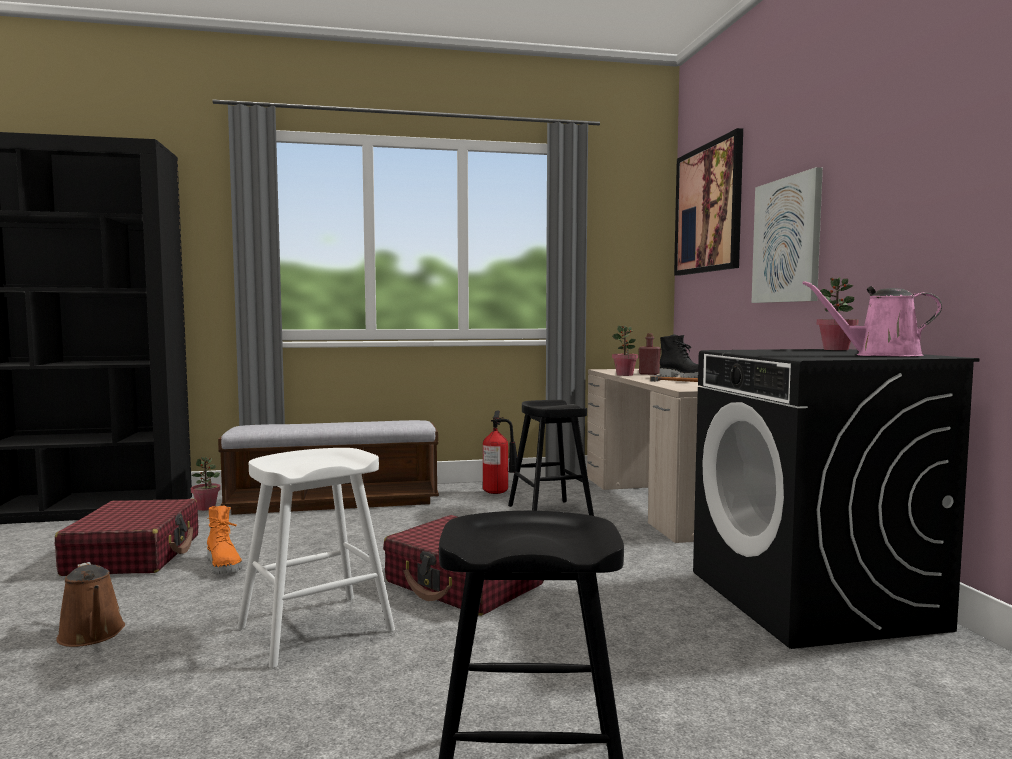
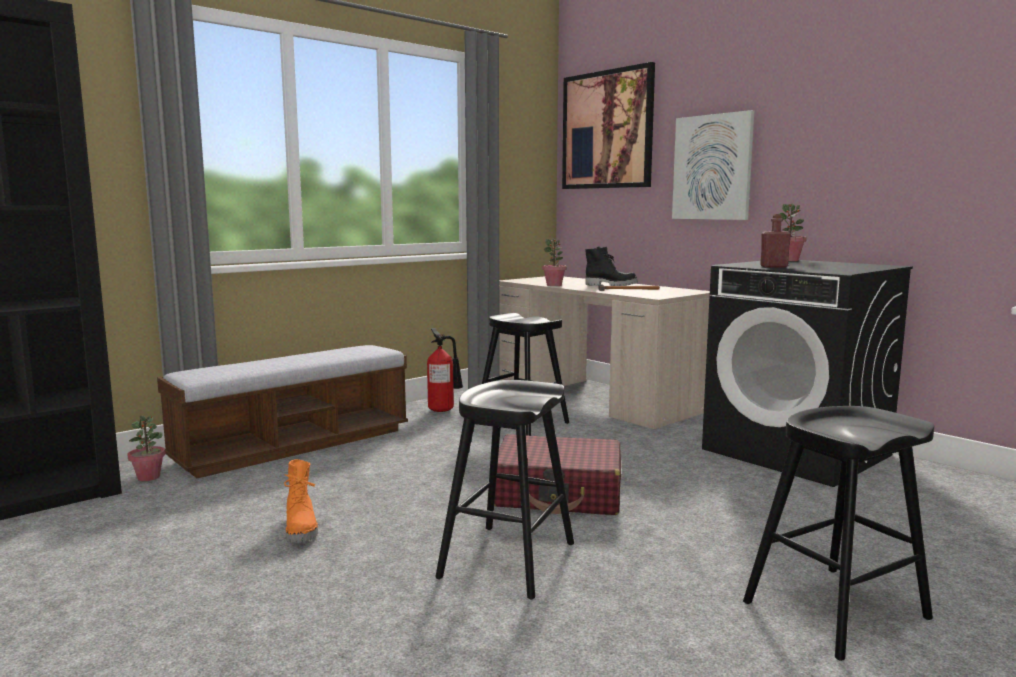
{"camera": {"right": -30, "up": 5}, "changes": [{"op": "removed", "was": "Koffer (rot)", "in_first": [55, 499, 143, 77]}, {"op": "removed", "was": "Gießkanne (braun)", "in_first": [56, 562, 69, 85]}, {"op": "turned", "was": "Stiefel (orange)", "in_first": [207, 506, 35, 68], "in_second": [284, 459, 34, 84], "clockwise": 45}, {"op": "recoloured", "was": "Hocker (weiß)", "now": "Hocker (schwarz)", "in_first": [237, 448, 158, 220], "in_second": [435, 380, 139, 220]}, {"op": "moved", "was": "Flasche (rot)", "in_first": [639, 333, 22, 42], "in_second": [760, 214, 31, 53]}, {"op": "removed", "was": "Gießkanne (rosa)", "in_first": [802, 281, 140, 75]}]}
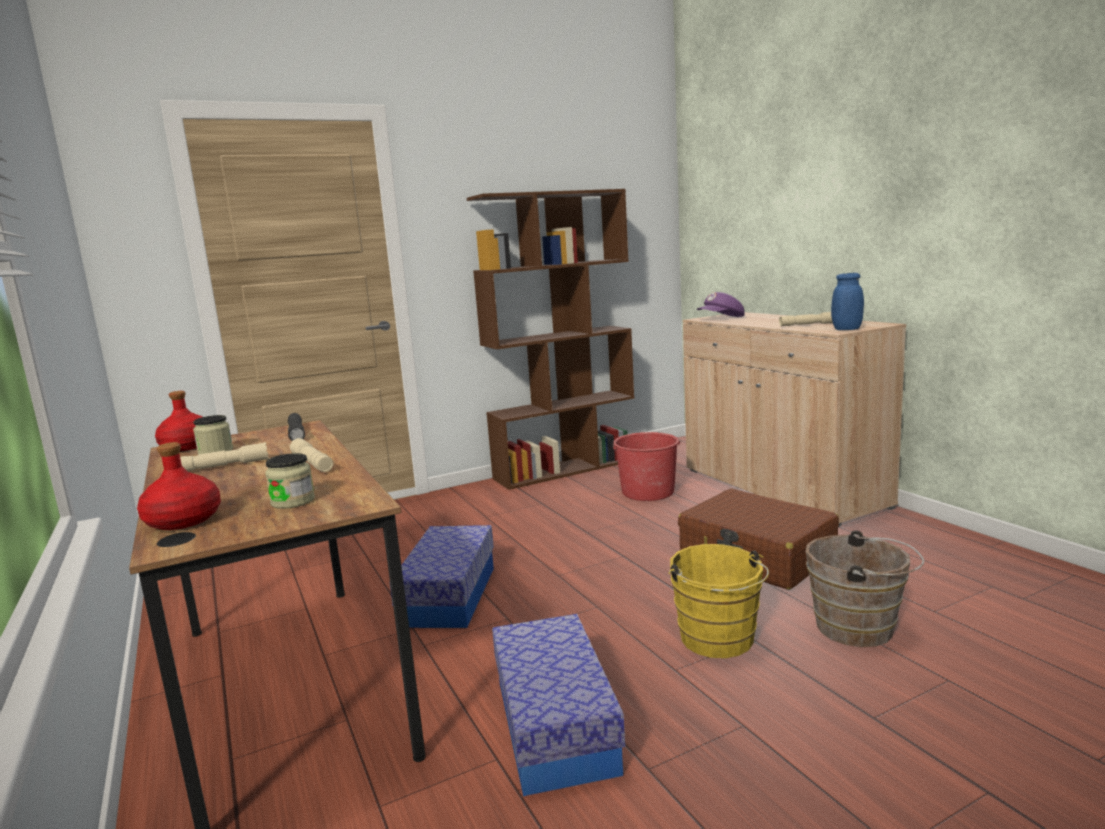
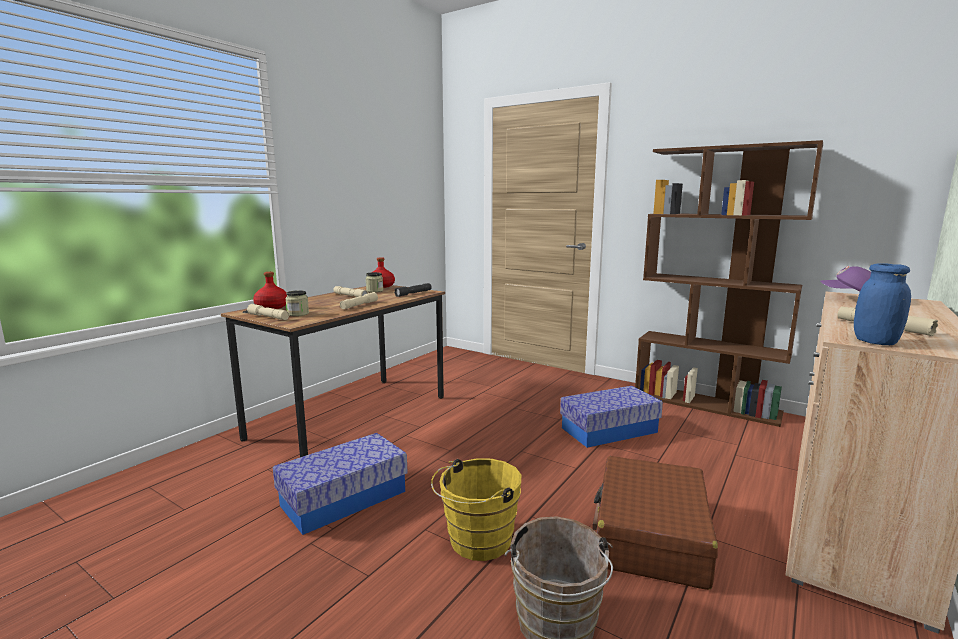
{"camera": {"right": 60, "up": 0}, "changes": [{"op": "moved", "was": "Aufbewahrungsbox", "in_first": [390, 525, 104, 103], "in_second": [560, 386, 103, 62]}, {"op": "removed", "was": "Eimer (rot)", "in_first": [611, 432, 69, 69]}, {"op": "added", "now": "Taschenlampe (beige)", "in_second": [247, 304, 42, 16]}]}
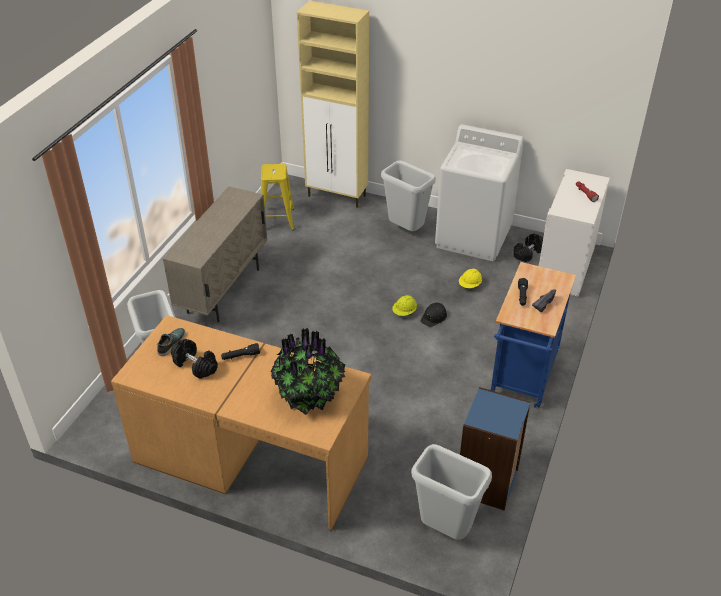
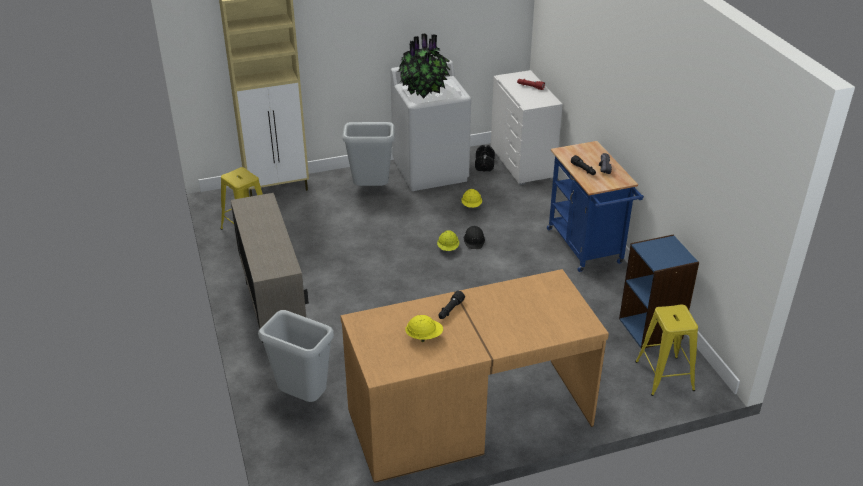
{"camera": {"right": -40, "up": -5}, "changes": [{"op": "removed", "was": "Schuh", "in_first": [157, 328, 28, 28]}, {"op": "replaced", "was": "Hantel (schwarz)", "now": "Schutzhelm (gelb)", "in_first": [171, 339, 47, 40], "in_second": [405, 315, 38, 27]}, {"op": "moved", "was": "Topfpflanze", "in_first": [271, 328, 74, 87], "in_second": [398, 33, 52, 65]}, {"op": "replaced", "was": "Mülleimer (grau)", "now": "Hocker (gelb)", "in_first": [411, 444, 81, 96], "in_second": [635, 305, 63, 91]}]}
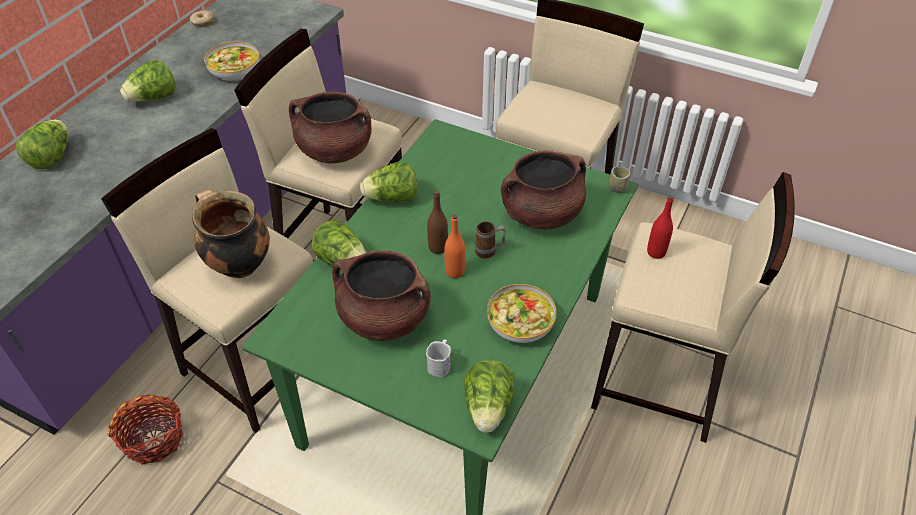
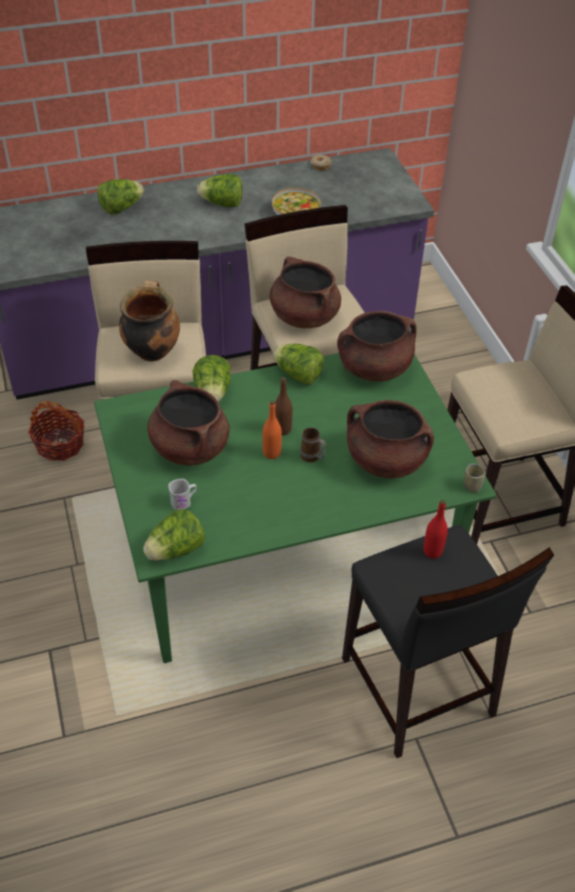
{"camera": {"right": 45, "up": 0}, "changes": [{"op": "removed", "was": "Schüssel", "in_first": [487, 284, 70, 59]}, {"op": "recoloured", "was": "Hocker (beige)", "now": "Hocker (schwarz)", "in_first": [591, 172, 204, 271], "in_second": [342, 525, 212, 233]}, {"op": "added", "now": "Kochtopf (braun)", "in_second": [337, 311, 80, 71]}]}
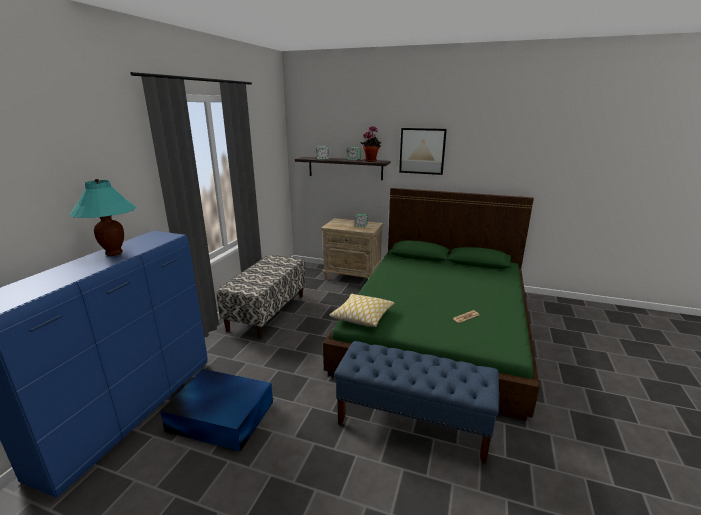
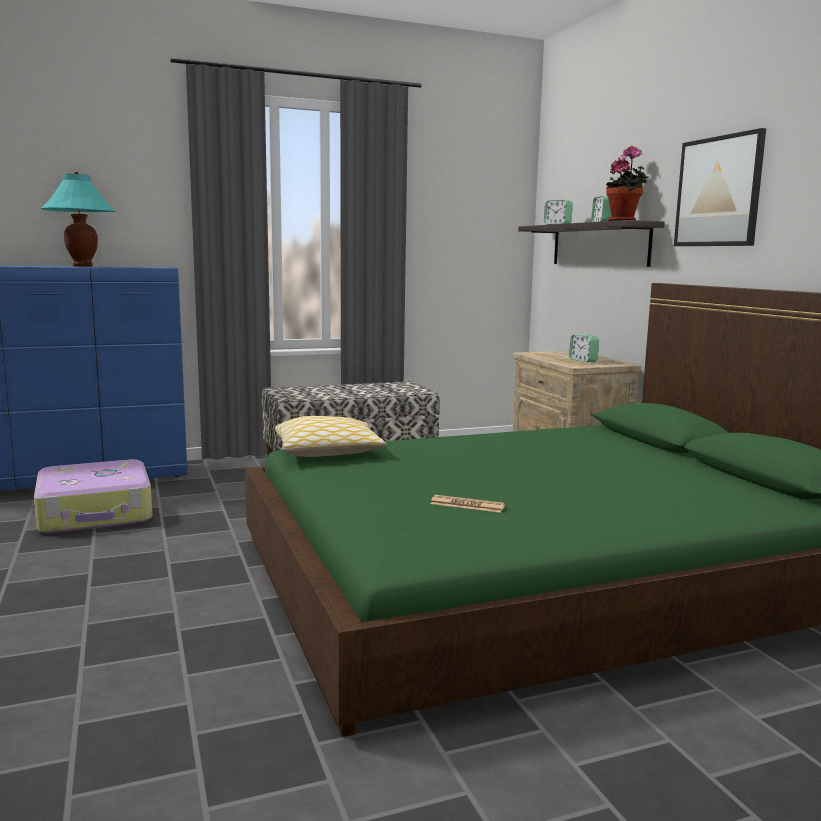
{"camera": {"right": 50, "up": -10}, "changes": [{"op": "replaced", "was": "Aufbewahrungsbox (blau)", "now": "Koffer", "in_first": [160, 369, 113, 82], "in_second": [34, 459, 118, 74]}, {"op": "removed", "was": "Bank (blau)", "in_first": [334, 341, 165, 123]}]}
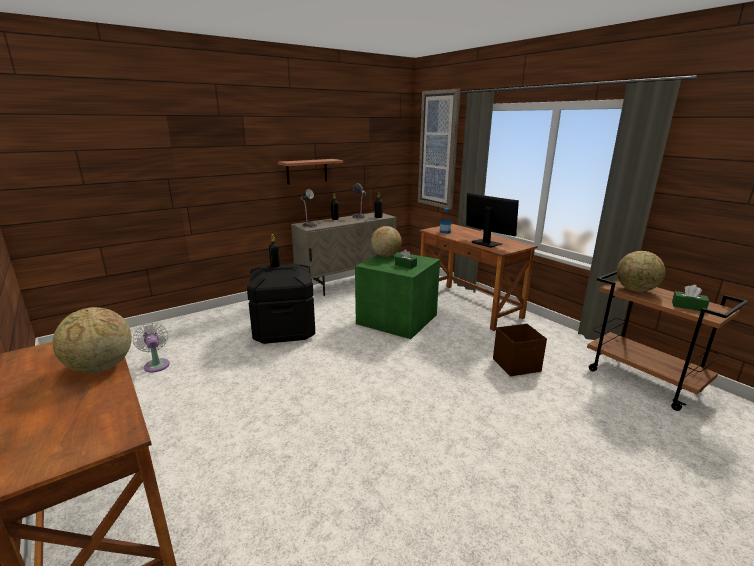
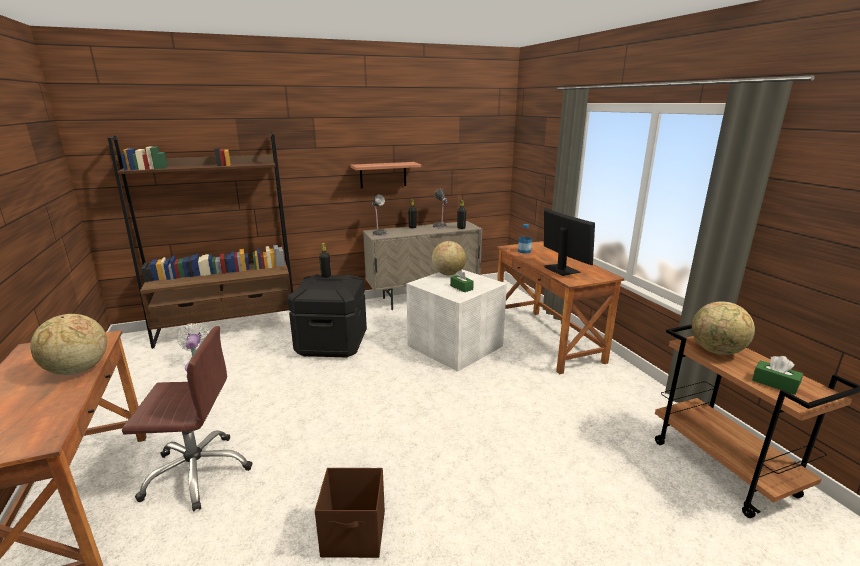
{"camera": {"right": 15, "up": 0}, "changes": [{"op": "recoloured", "was": "Aufbewahrungsbox (grün)", "now": "Aufbewahrungsbox (weiß)", "in_first": [355, 252, 85, 87], "in_second": [406, 270, 101, 102]}, {"op": "removed", "was": "Bild", "in_first": [418, 89, 43, 120]}, {"op": "moved", "was": "Aufbewahrungsbox (braun)", "in_first": [493, 324, 54, 52], "in_second": [315, 468, 70, 90]}, {"op": "added", "now": "Bücherregal (braun)", "in_second": [108, 133, 185, 216]}, {"op": "added", "now": "Bürostuhl (braun)", "in_second": [122, 326, 130, 186]}]}
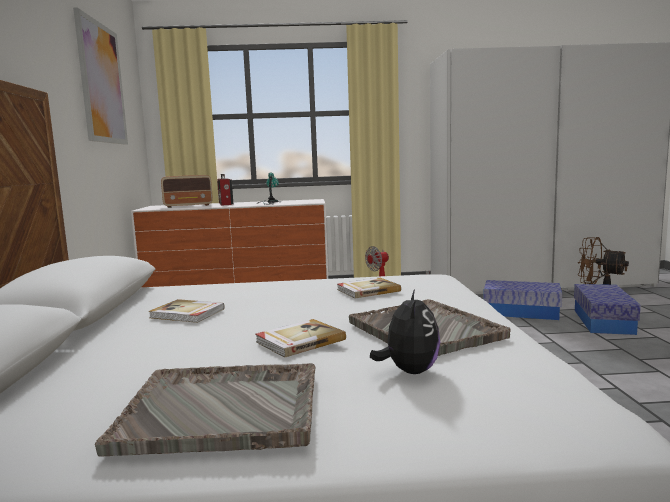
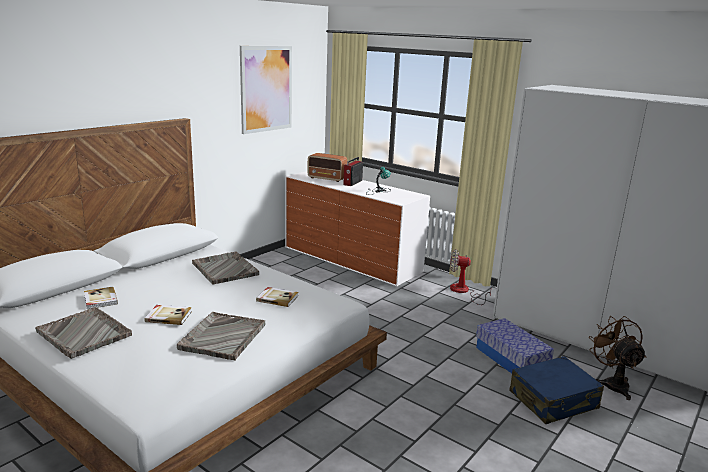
{"camera": {"right": 40, "up": 10}, "changes": [{"op": "moved", "was": "Buch", "in_first": [148, 299, 77, 24], "in_second": [84, 287, 34, 22]}, {"op": "removed", "was": "Plüschtier", "in_first": [370, 289, 70, 85]}, {"op": "replaced", "was": "Aufbewahrungsbox", "now": "Koffer (blau)", "in_first": [574, 284, 67, 51], "in_second": [509, 356, 95, 68]}, {"op": "added", "now": "Tablett (grau)", "in_second": [192, 252, 67, 32]}]}
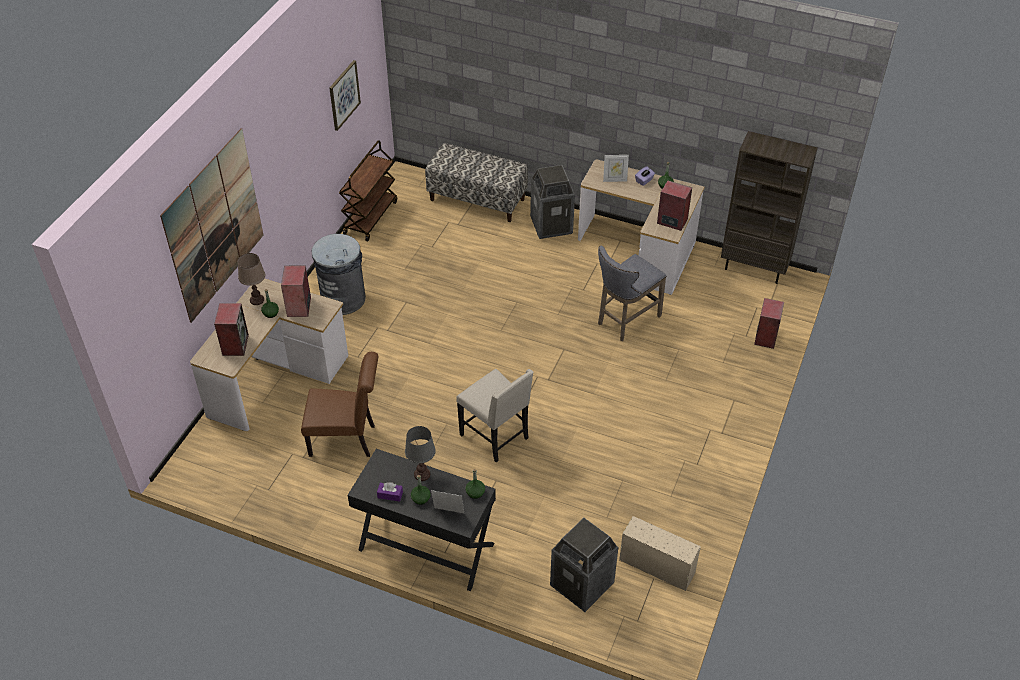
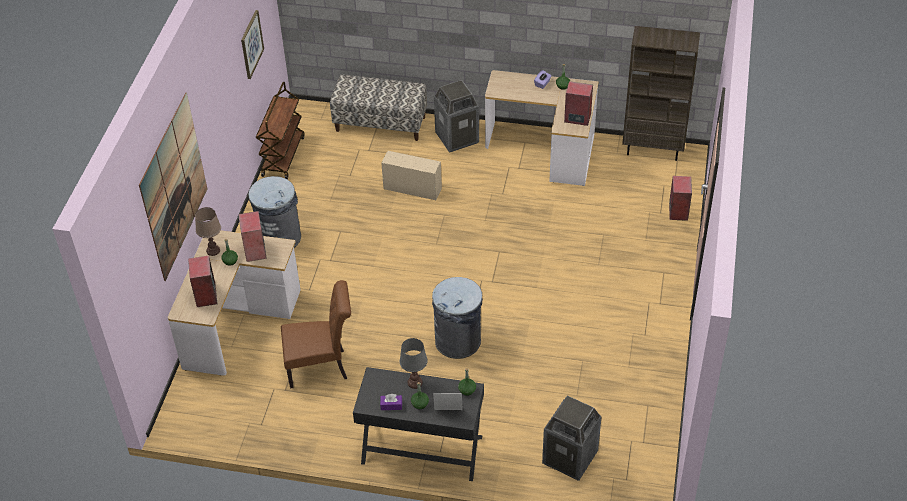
{"camera": {"right": -10, "up": 0}, "changes": [{"op": "replaced", "was": "Stuhl (beige)", "now": "Mülleimer (grau)", "in_first": [456, 369, 77, 93], "in_second": [432, 277, 51, 82]}, {"op": "removed", "was": "Hocker (grau)", "in_first": [598, 246, 68, 95]}, {"op": "removed", "was": "Bilderrahmen", "in_first": [603, 155, 26, 27]}, {"op": "moved", "was": "Aufbewahrungsbox (beige)", "in_first": [619, 516, 82, 75], "in_second": [381, 151, 61, 49]}]}
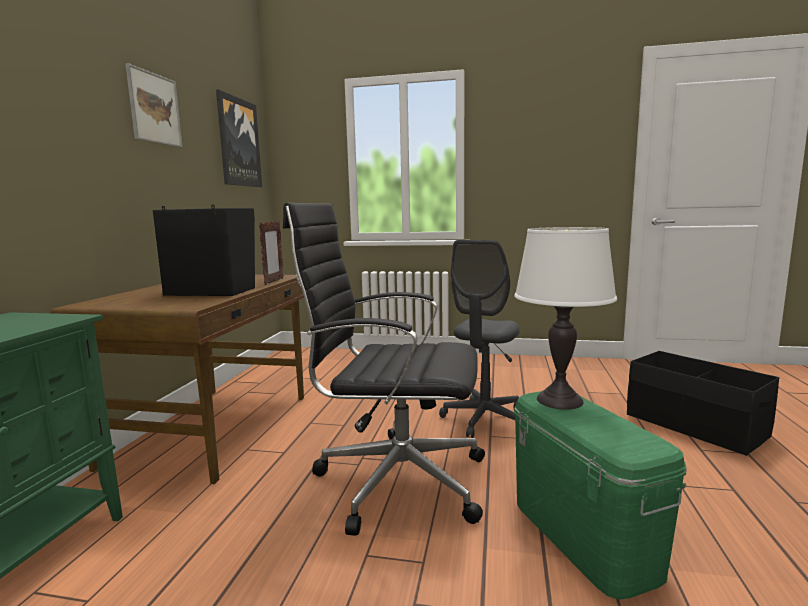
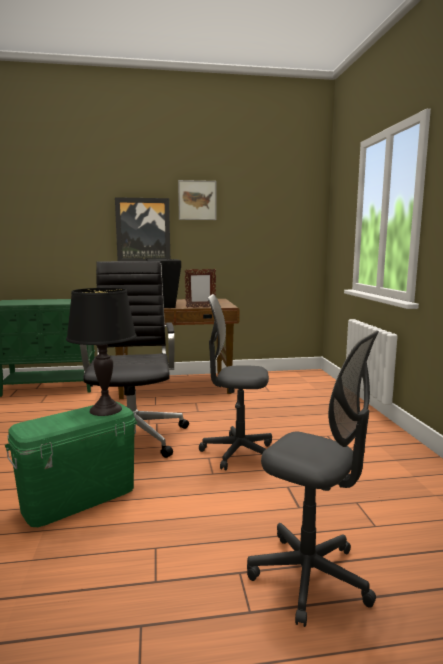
{"camera": {"right": 70, "up": 0}, "changes": [{"op": "moved", "was": "Bild", "in_first": [216, 90, 46, 97], "in_second": [115, 197, 55, 64]}, {"op": "recoloured", "was": "Tischlampe (weiß)", "now": "Tischlampe (schwarz)", "in_first": [514, 227, 103, 183], "in_second": [66, 288, 71, 128]}, {"op": "replaced", "was": "Aufbewahrungsbox (schwarz)", "now": "Bürostuhl (grau)", "in_first": [627, 351, 153, 105], "in_second": [247, 331, 132, 296]}]}
